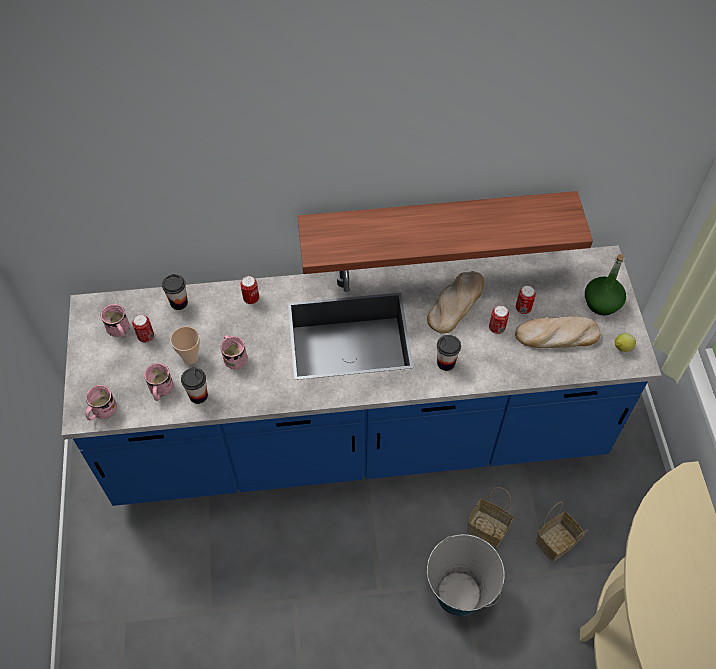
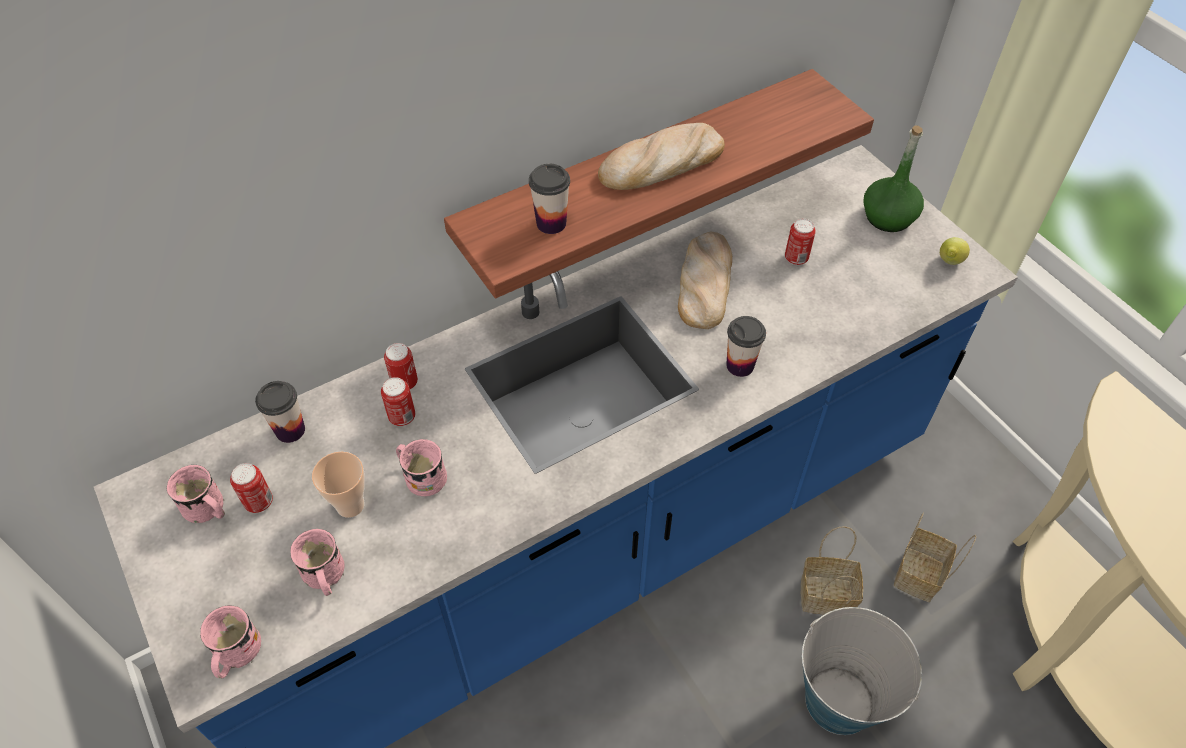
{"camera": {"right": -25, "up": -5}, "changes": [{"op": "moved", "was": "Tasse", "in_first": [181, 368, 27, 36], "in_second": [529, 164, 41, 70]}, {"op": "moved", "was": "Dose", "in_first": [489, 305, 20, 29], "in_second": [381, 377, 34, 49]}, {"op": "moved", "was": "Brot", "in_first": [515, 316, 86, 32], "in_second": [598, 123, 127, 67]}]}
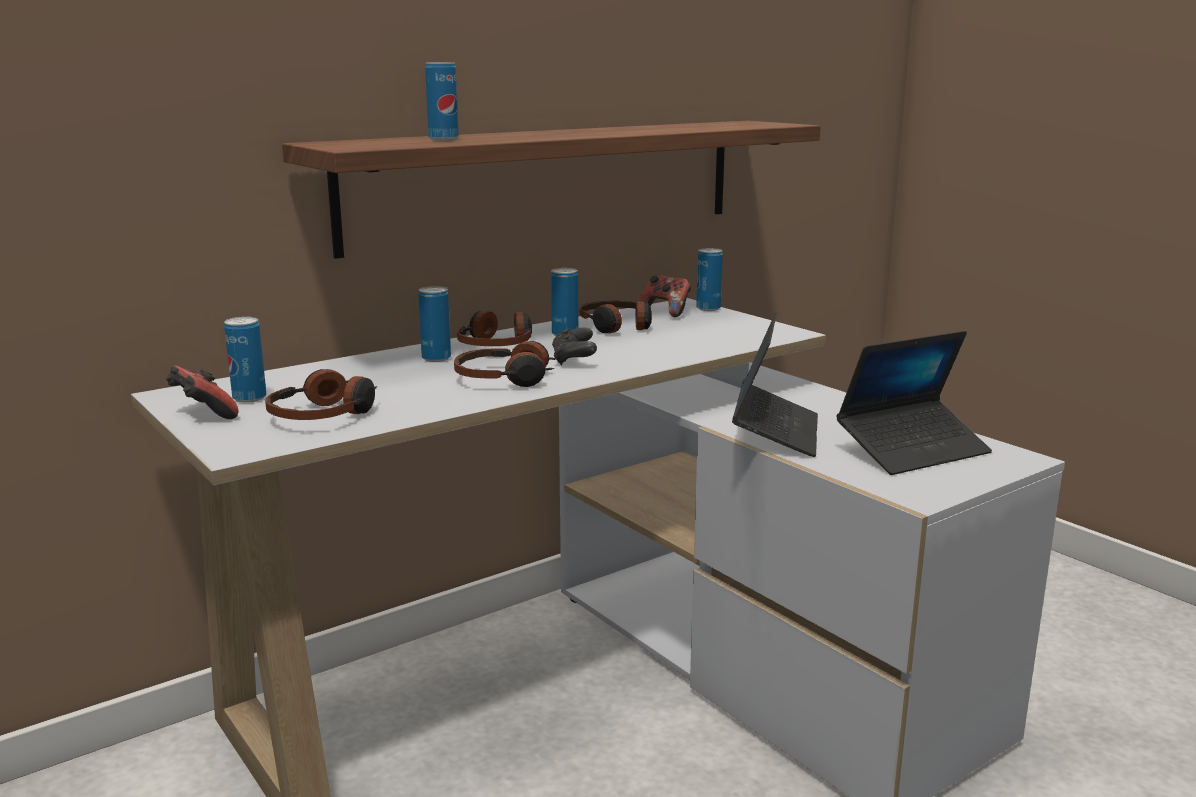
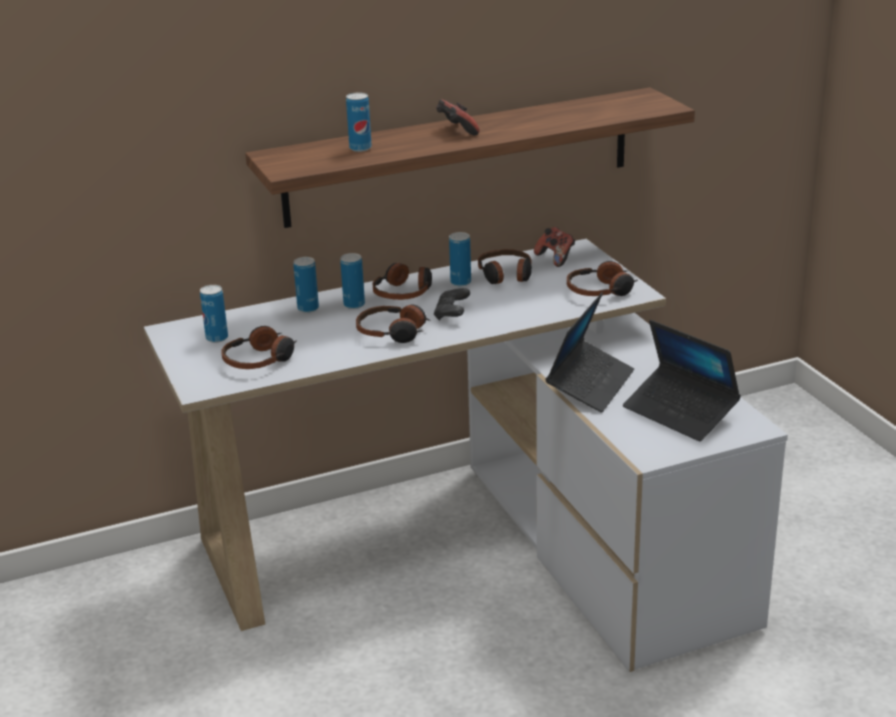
{"camera": {"right": 15, "up": 10}, "changes": [{"op": "moved", "was": "Gamepad", "in_first": [166, 366, 73, 53], "in_second": [436, 99, 44, 36]}, {"op": "moved", "was": "Dose", "in_first": [696, 248, 27, 63], "in_second": [293, 257, 26, 56]}, {"op": "turned", "was": "Laptop", "in_first": [836, 331, 156, 144], "in_second": [623, 320, 118, 121], "clockwise": 60}, {"op": "added", "now": "Kopfhörer", "in_second": [567, 261, 71, 35]}]}
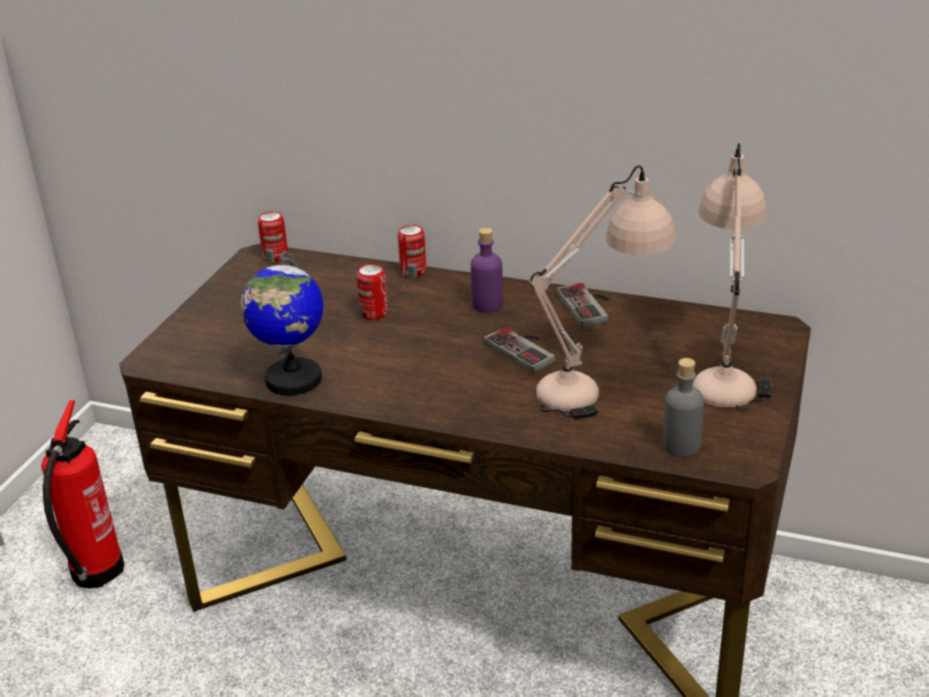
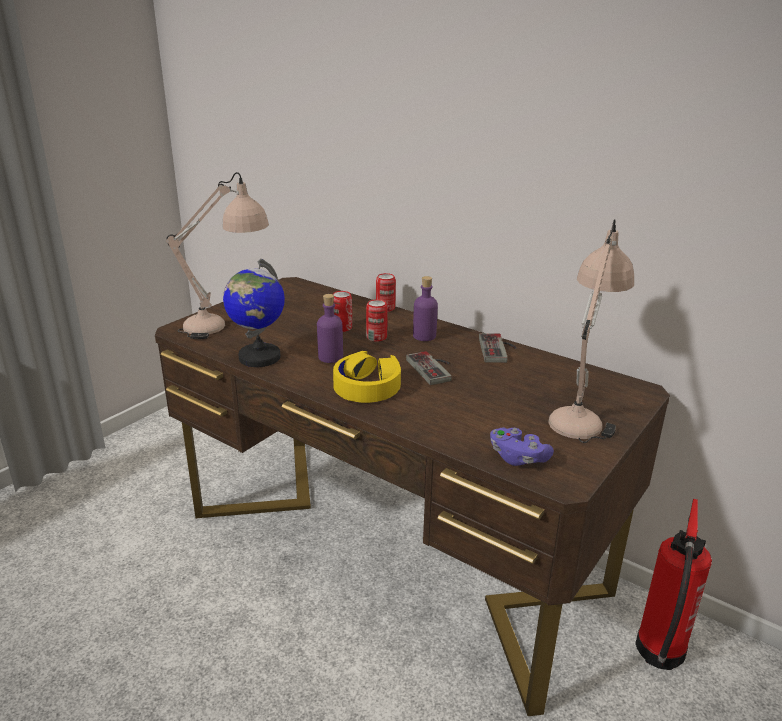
{"camera": {"right": 15, "up": -5}, "changes": [{"op": "moved", "was": "Feuerlöscher", "in_first": [41, 400, 83, 188], "in_second": [636, 499, 76, 171]}, {"op": "moved", "was": "Dose", "in_first": [258, 211, 30, 52], "in_second": [366, 299, 22, 43]}, {"op": "moved", "was": "Tischlampe (beige)", "in_first": [529, 166, 147, 253], "in_second": [166, 172, 103, 167]}, {"op": "replaced", "was": "Flasche (grau)", "now": "Gamepad (lila)", "in_first": [663, 358, 41, 99], "in_second": [490, 428, 64, 38]}, {"op": "added", "now": "Flasche (lila)", "in_second": [317, 294, 26, 69]}, {"op": "added", "now": "Kopfhörer (gelb)", "in_second": [333, 351, 68, 52]}]}
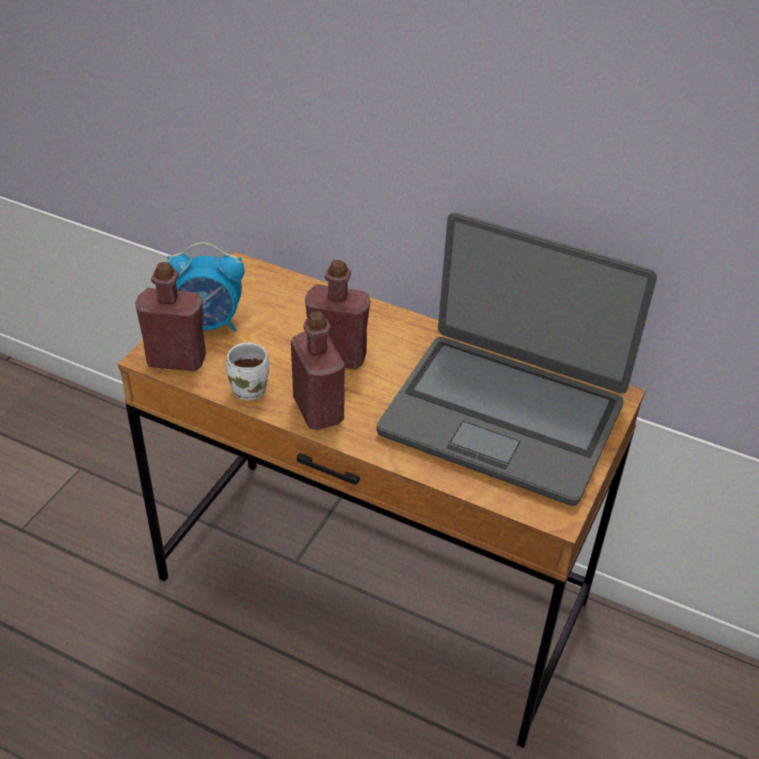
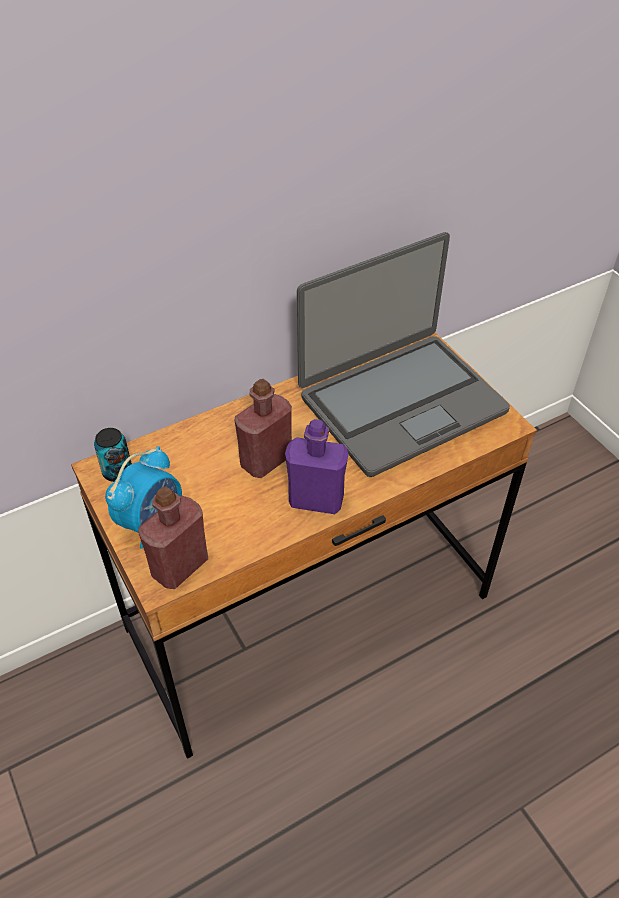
{"camera": {"right": -55, "up": 5}, "changes": [{"op": "removed", "was": "Henkelbecher (weiß)", "in_first": [226, 342, 43, 58]}, {"op": "recoloured", "was": "Flasche (rot)", "now": "Flasche (lila)", "in_first": [291, 311, 54, 119], "in_second": [285, 419, 64, 95]}, {"op": "added", "now": "Dose", "in_second": [94, 428, 38, 54]}]}
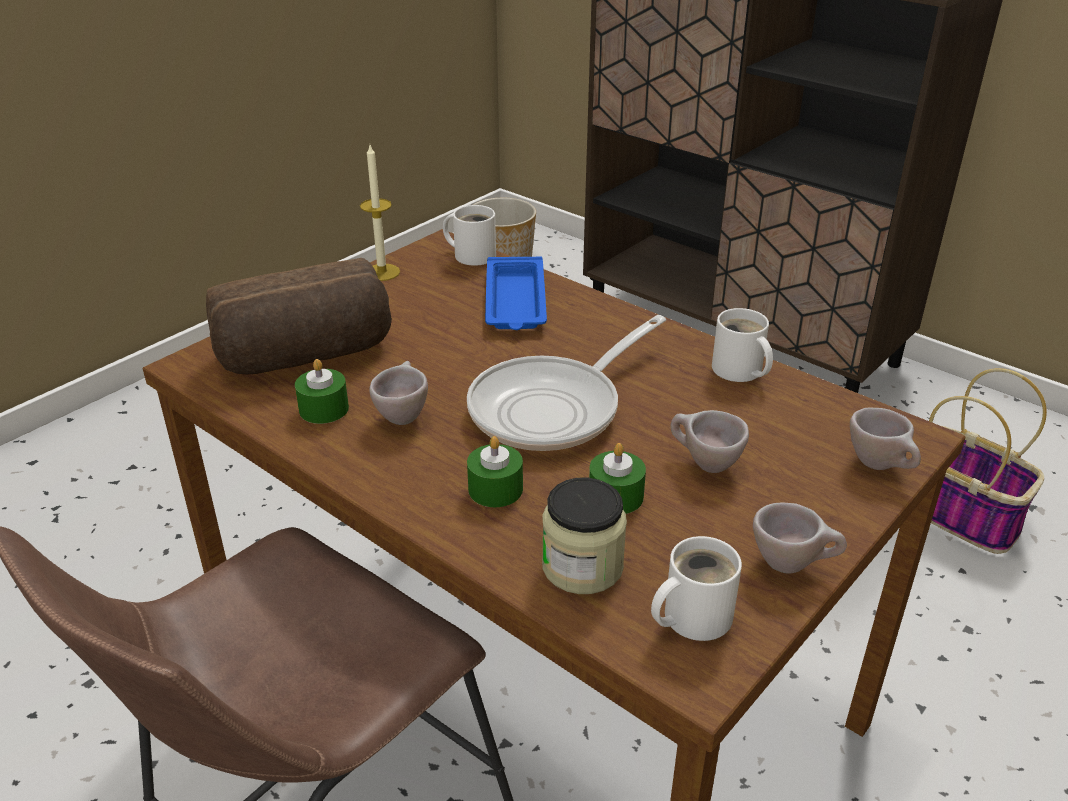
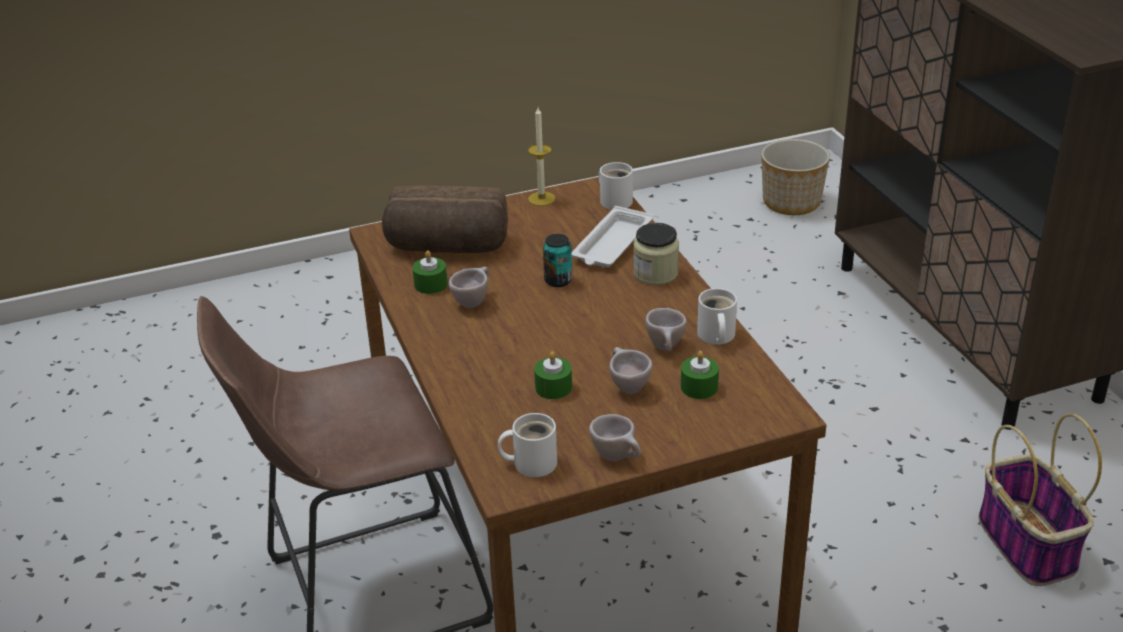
{"camera": {"right": 30, "up": 0}, "changes": [{"op": "removed", "was": "Pfanne", "in_first": [467, 315, 199, 136]}, {"op": "moved", "was": "Kerze (grün)", "in_first": [467, 436, 56, 71], "in_second": [681, 351, 38, 48]}, {"op": "recoloured", "was": "Tablett (blau)", "now": "Tablett (weiß)", "in_first": [485, 257, 62, 73], "in_second": [572, 206, 81, 61]}, {"op": "moved", "was": "Vorratsglas", "in_first": [542, 478, 85, 116], "in_second": [633, 223, 46, 62]}, {"op": "moved", "was": "Tasse (beige)", "in_first": [850, 408, 71, 62], "in_second": [645, 308, 42, 43]}, {"op": "added", "now": "Dose", "in_second": [543, 234, 29, 53]}]}
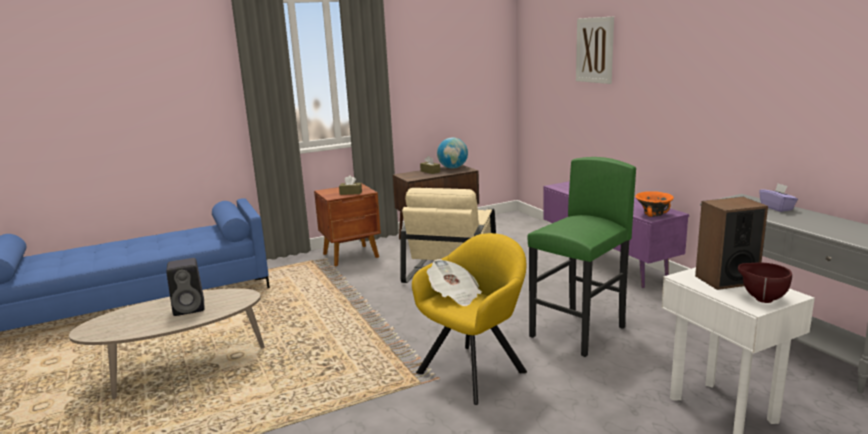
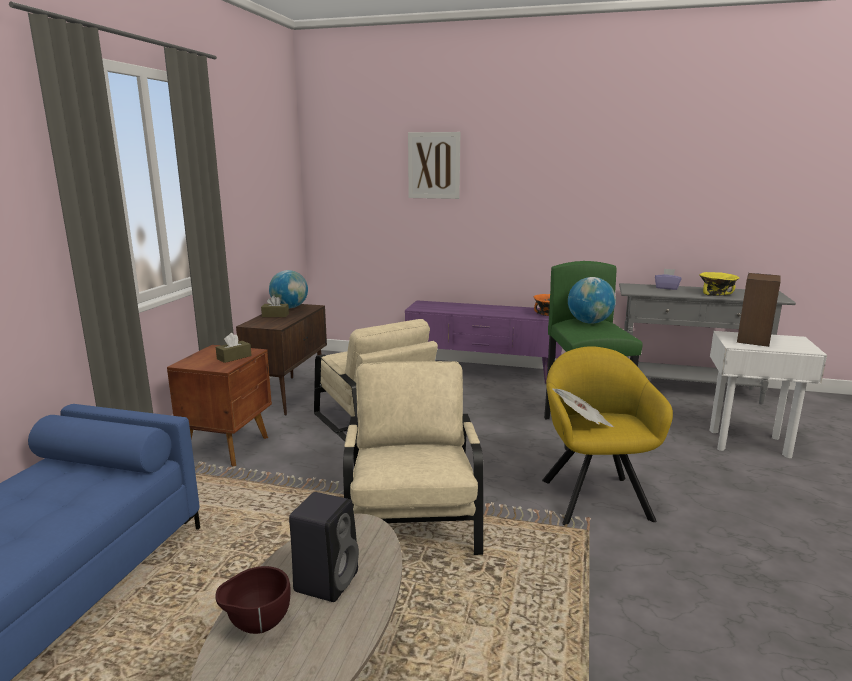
{"camera": {"right": -50, "up": 0}, "changes": [{"op": "moved", "was": "Schüssel (braun)", "in_first": [738, 263, 54, 40], "in_second": [215, 566, 76, 68]}, {"op": "added", "now": "Sessel (beige)", "in_second": [343, 361, 140, 194]}, {"op": "added", "now": "Globus", "in_second": [568, 277, 48, 47]}, {"op": "added", "now": "Schüssel (gelb)", "in_second": [699, 272, 40, 24]}]}
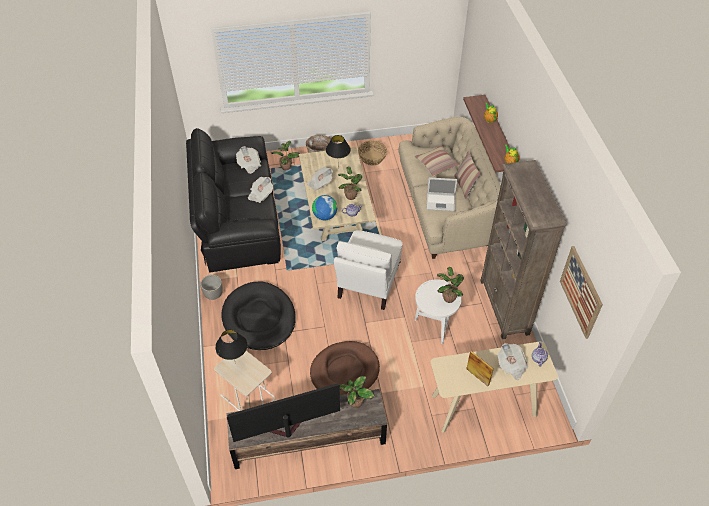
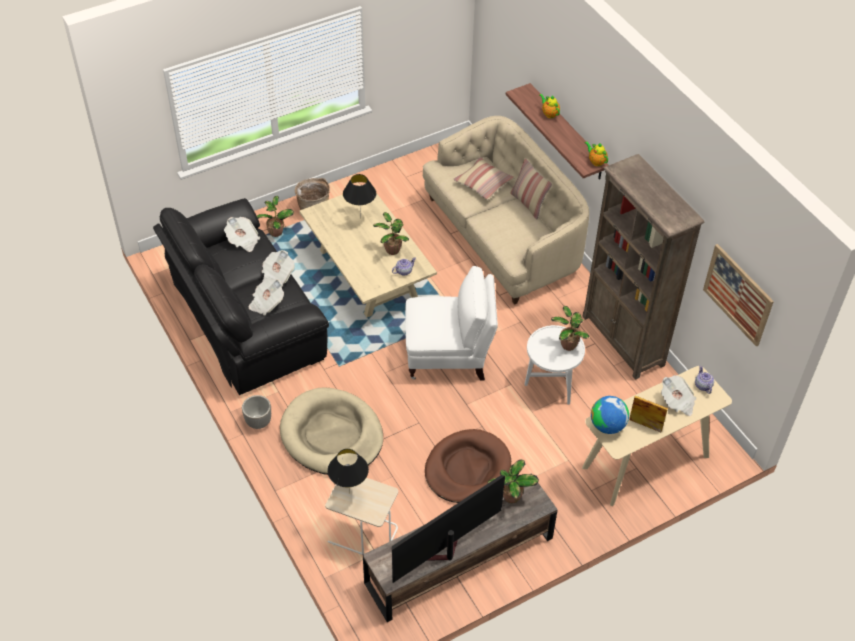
{"camera": {"right": -20, "up": 0}, "changes": [{"op": "recoloured", "was": "Hundebett (schwarz)", "now": "Hundebett (beige)", "in_first": [221, 282, 75, 68], "in_second": [280, 388, 103, 87]}, {"op": "moved", "was": "Zeitung", "in_first": [307, 167, 26, 24], "in_second": [249, 278, 35, 37]}, {"op": "moved", "was": "Globus", "in_first": [312, 195, 25, 25], "in_second": [591, 396, 38, 38]}, {"op": "turned", "was": "Sessel (weiß)", "in_first": [334, 230, 69, 80], "in_second": [405, 266, 93, 114], "clockwise": -90}, {"op": "removed", "was": "Korb", "in_first": [358, 141, 29, 24]}, {"op": "removed", "was": "Laptop", "in_first": [427, 177, 30, 34]}]}
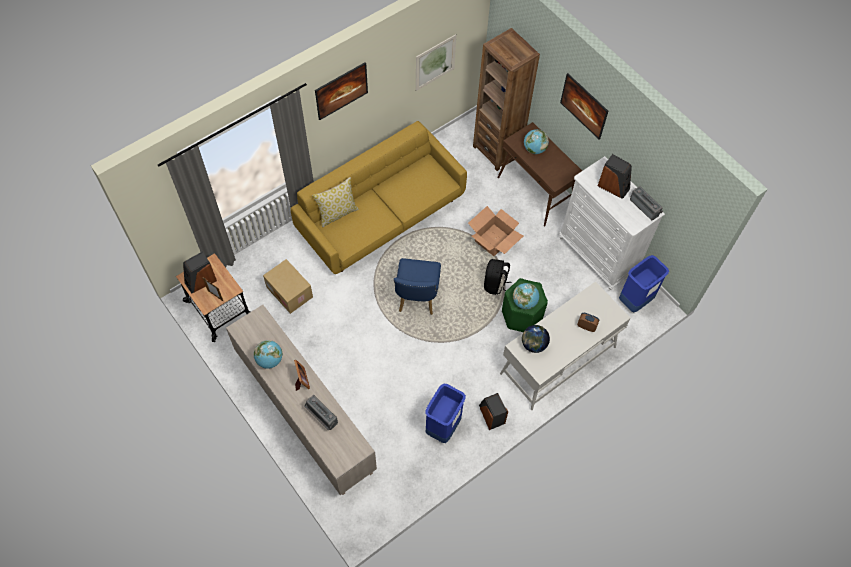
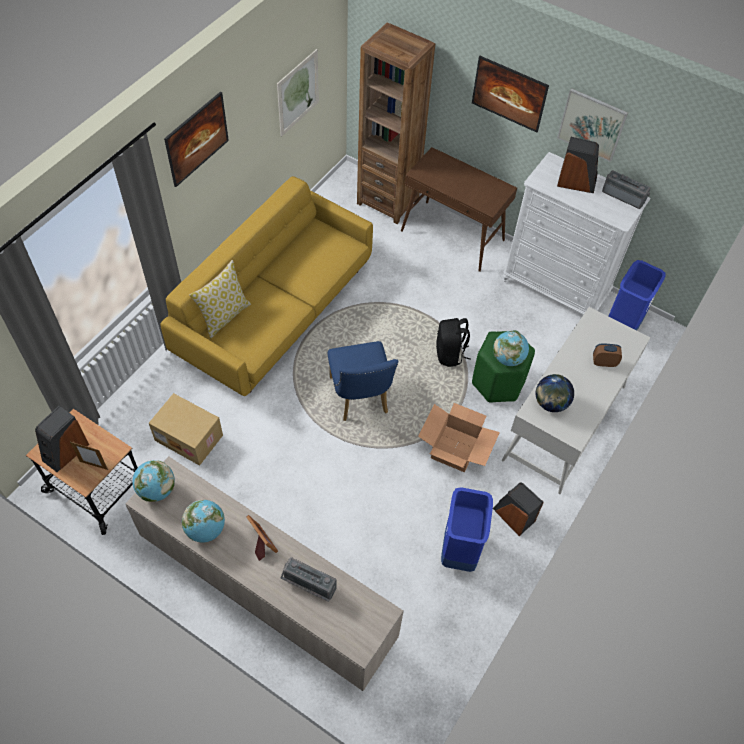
{"camera": {"right": -20, "up": -5}, "changes": [{"op": "moved", "was": "Karton", "in_first": [468, 206, 55, 50], "in_second": [418, 403, 82, 69]}, {"op": "moved", "was": "Globus", "in_first": [524, 129, 25, 25], "in_second": [132, 460, 43, 42]}, {"op": "added", "now": "Bild", "in_second": [557, 88, 71, 74]}]}
